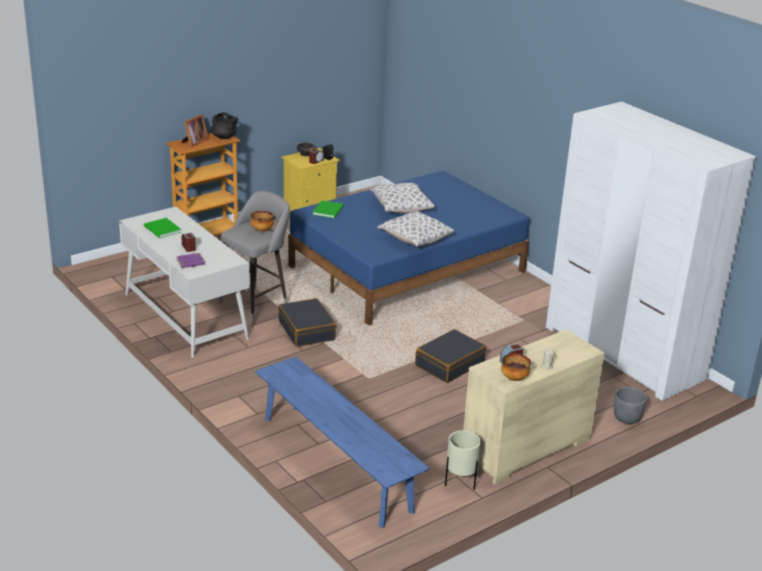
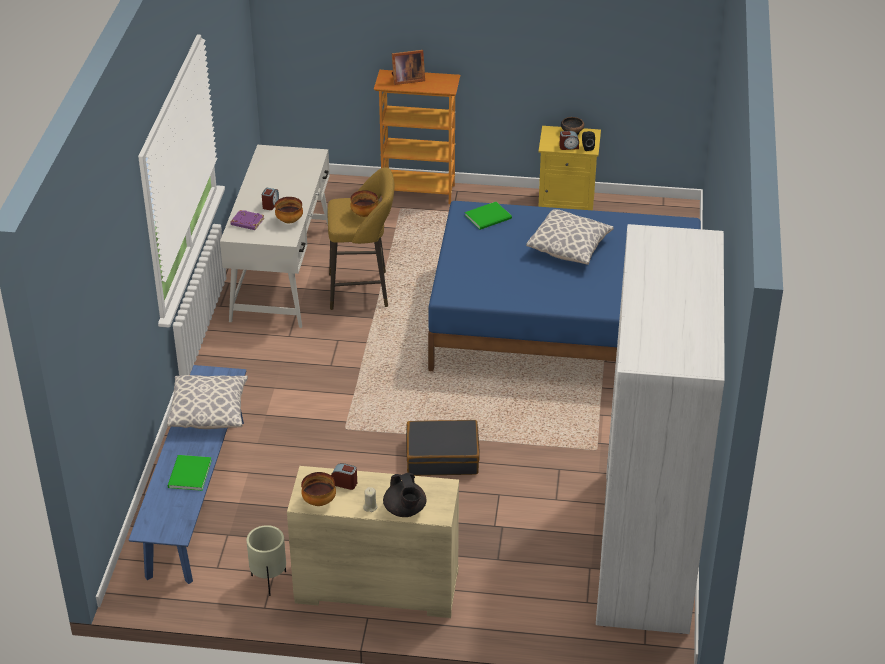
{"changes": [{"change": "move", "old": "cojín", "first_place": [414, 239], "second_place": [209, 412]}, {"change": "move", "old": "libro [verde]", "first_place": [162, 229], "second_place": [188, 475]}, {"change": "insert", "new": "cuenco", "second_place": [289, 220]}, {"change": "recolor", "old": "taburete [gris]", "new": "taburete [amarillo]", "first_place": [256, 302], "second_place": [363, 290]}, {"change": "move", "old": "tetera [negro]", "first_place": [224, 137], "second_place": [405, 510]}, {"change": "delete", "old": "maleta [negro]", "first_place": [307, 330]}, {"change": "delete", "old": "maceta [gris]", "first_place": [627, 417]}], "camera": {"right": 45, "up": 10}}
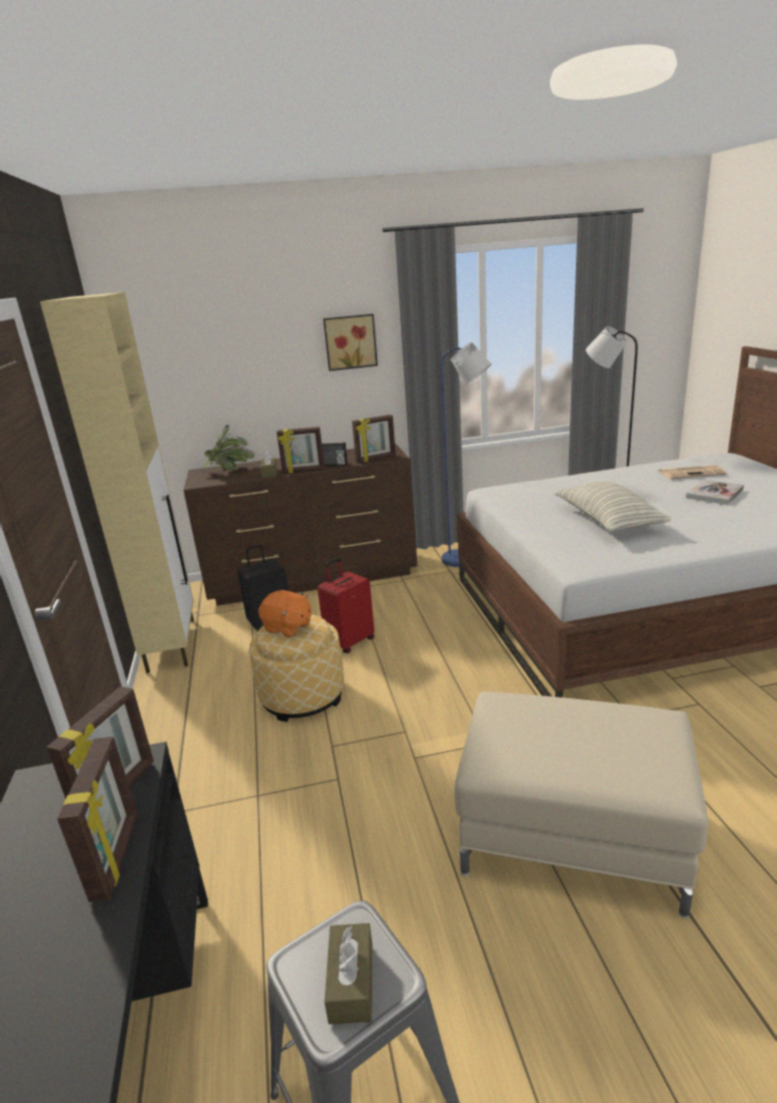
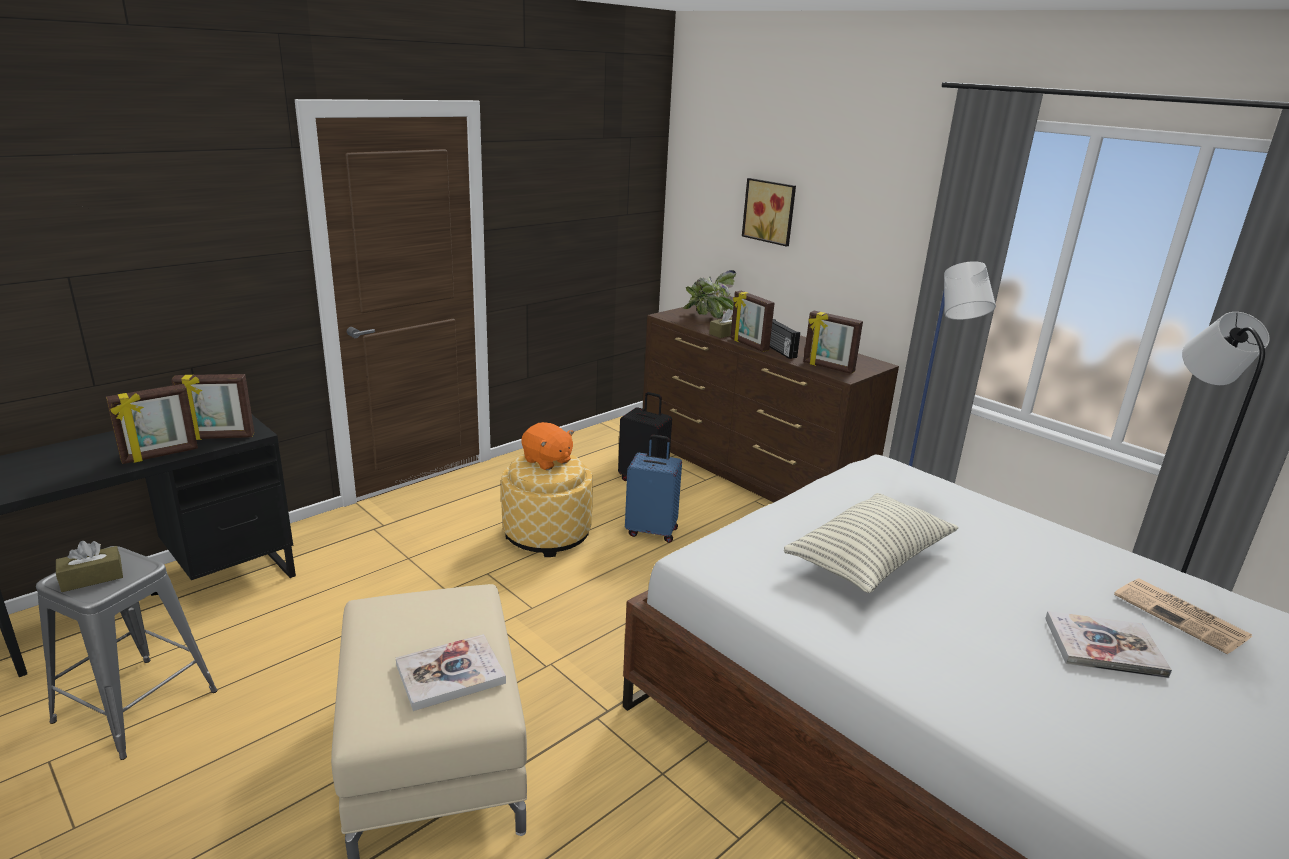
{"changes": [{"change": "insert", "new": "libro", "second_place": [450, 674]}, {"change": "rotate", "old": "peluche [naranja]", "first_place": [288, 628], "second_place": [547, 461], "degrees": -45}, {"change": "recolor", "old": "maleta [rojo]", "new": "maleta [azul]", "first_place": [350, 642], "second_place": [652, 531]}, {"change": "move", "old": "cuadro", "first_place": [350, 342], "second_place": [770, 211]}, {"change": "delete", "old": "armario [beis]", "first_place": [172, 644]}], "camera": {"right": 55, "up": 0}}
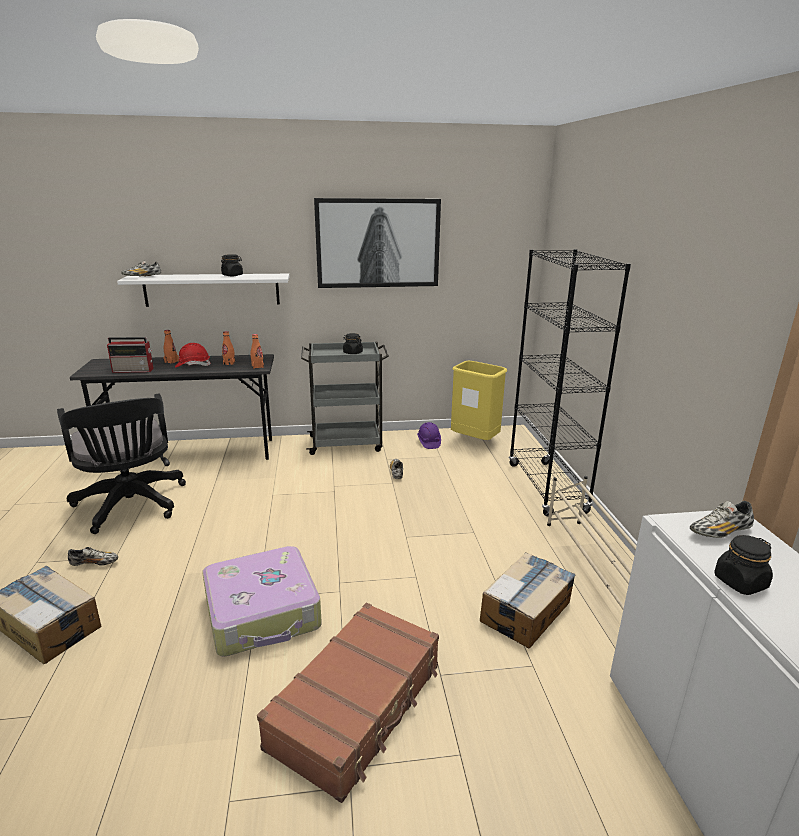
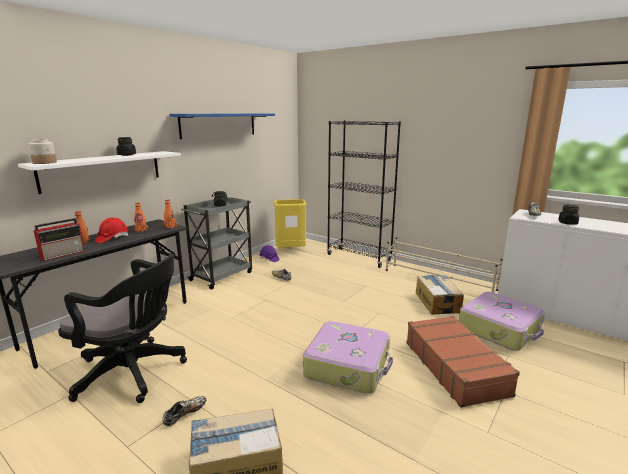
{"changes": [{"change": "replace", "old": "zapato", "new": "tarro", "first_place": [142, 277], "second_place": [45, 162]}, {"change": "replace", "old": "cuadro", "new": "estante [azul]", "first_place": [378, 243], "second_place": [219, 125]}, {"change": "insert", "new": "maleta", "second_place": [500, 329]}], "camera": {"right": -45, "up": -5}}
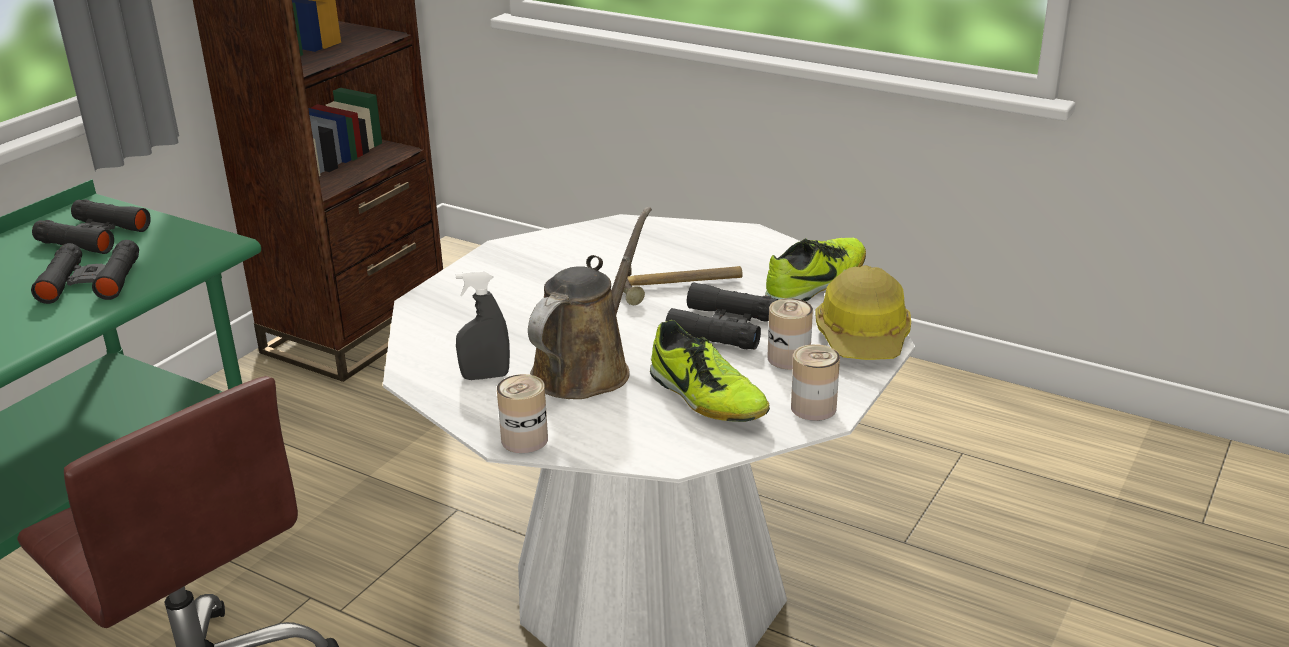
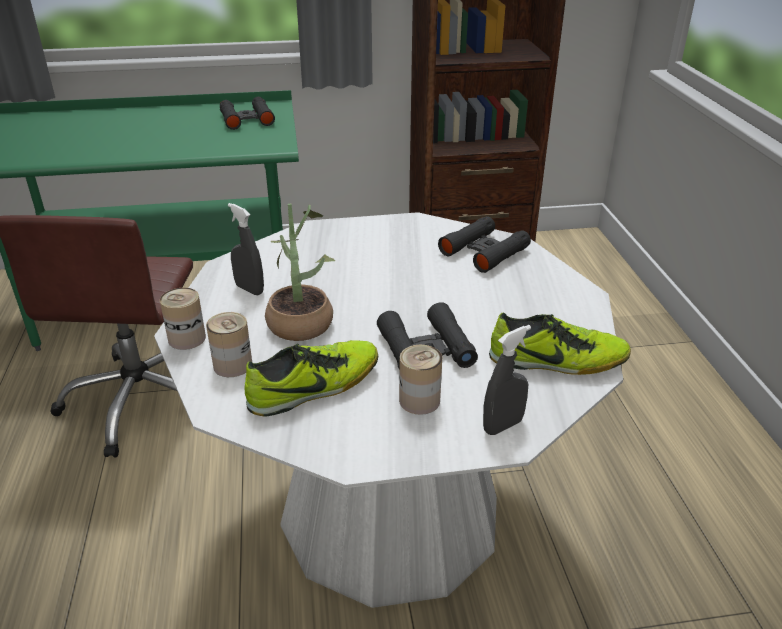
{"changes": [{"change": "move", "old": "lata", "first_place": [813, 408], "second_place": [232, 365]}, {"change": "rotate", "old": "zapato", "first_place": [706, 398], "second_place": [315, 388], "degrees": -135}, {"change": "replace", "old": "regadera [marrón]", "new": "planta en maceta", "first_place": [586, 368], "second_place": [301, 319]}, {"change": "move", "old": "prismáticos [negro]", "first_place": [91, 281], "second_place": [484, 251]}, {"change": "replace", "old": "casco", "new": "pulverizador [gris]", "first_place": [864, 337], "second_place": [503, 426]}, {"change": "delete", "old": "martillo", "first_place": [679, 287]}], "camera": {"right": 50, "up": 5}}
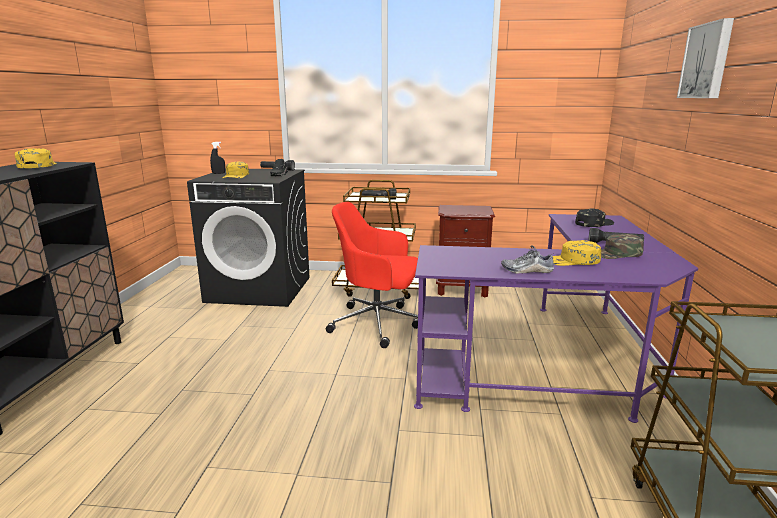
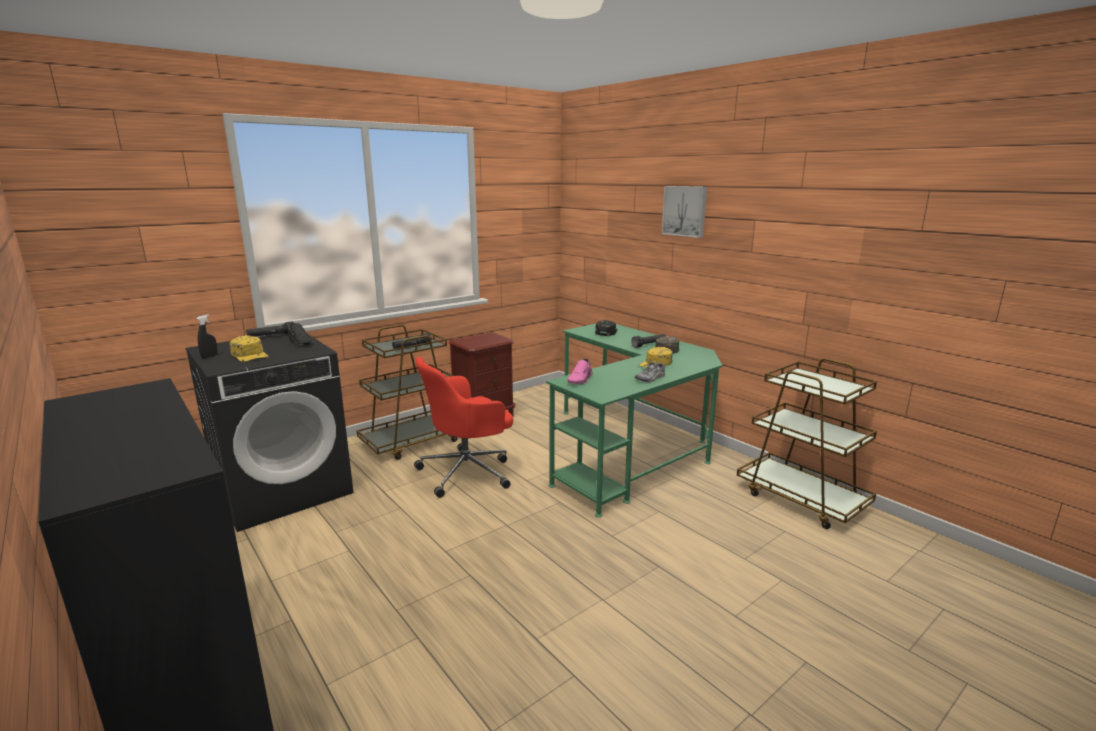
{"changes": [{"change": "recolor", "old": "escritorio [morado]", "new": "escritorio [verde]", "first_place": [558, 365], "second_place": [630, 448]}, {"change": "insert", "new": "zapato [rosa]", "second_place": [581, 380]}, {"change": "delete", "old": "gorra [amarillo]", "first_place": [37, 166]}], "camera": {"right": -45, "up": 0}}
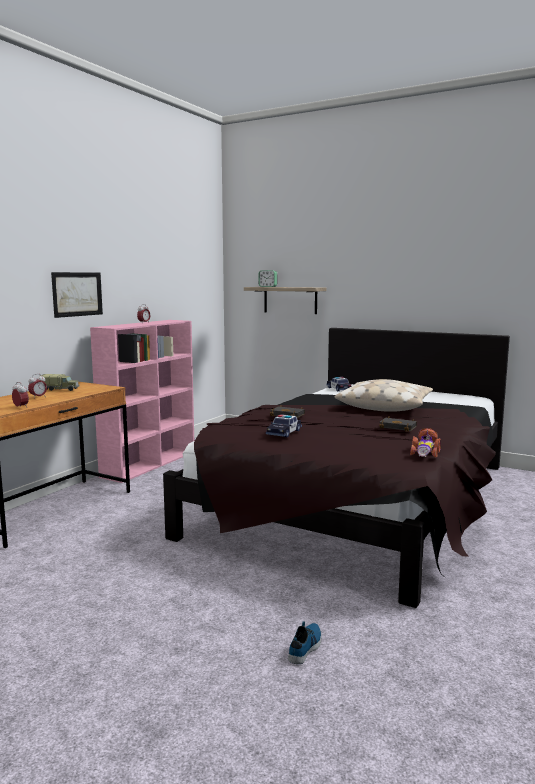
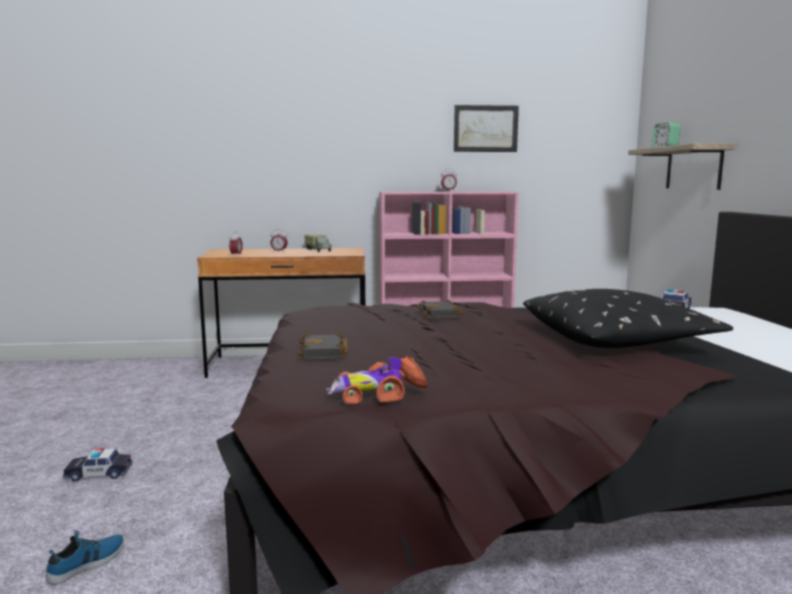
{"changes": [{"change": "rotate", "old": "zapato", "first_place": [306, 647], "second_place": [88, 563], "degrees": -45}, {"change": "move", "old": "coche de juguete", "first_place": [284, 432], "second_place": [99, 473]}, {"change": "move", "old": "libro [negro]", "first_place": [399, 427], "second_place": [325, 352]}, {"change": "move", "old": "cuadro", "first_place": [77, 294], "second_place": [485, 128]}, {"change": "recolor", "old": "cojín [beis]", "new": "cojín [negro]", "first_place": [385, 406], "second_place": [617, 338]}], "camera": {"right": 55, "up": 0}}
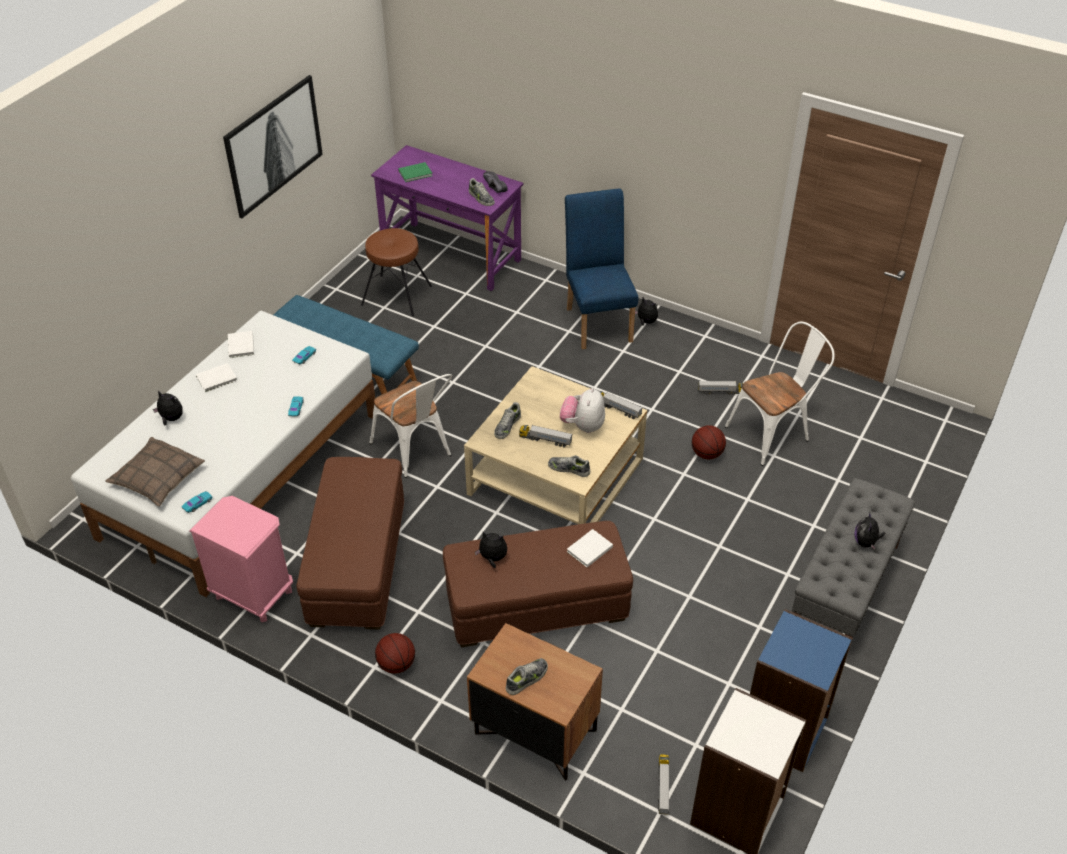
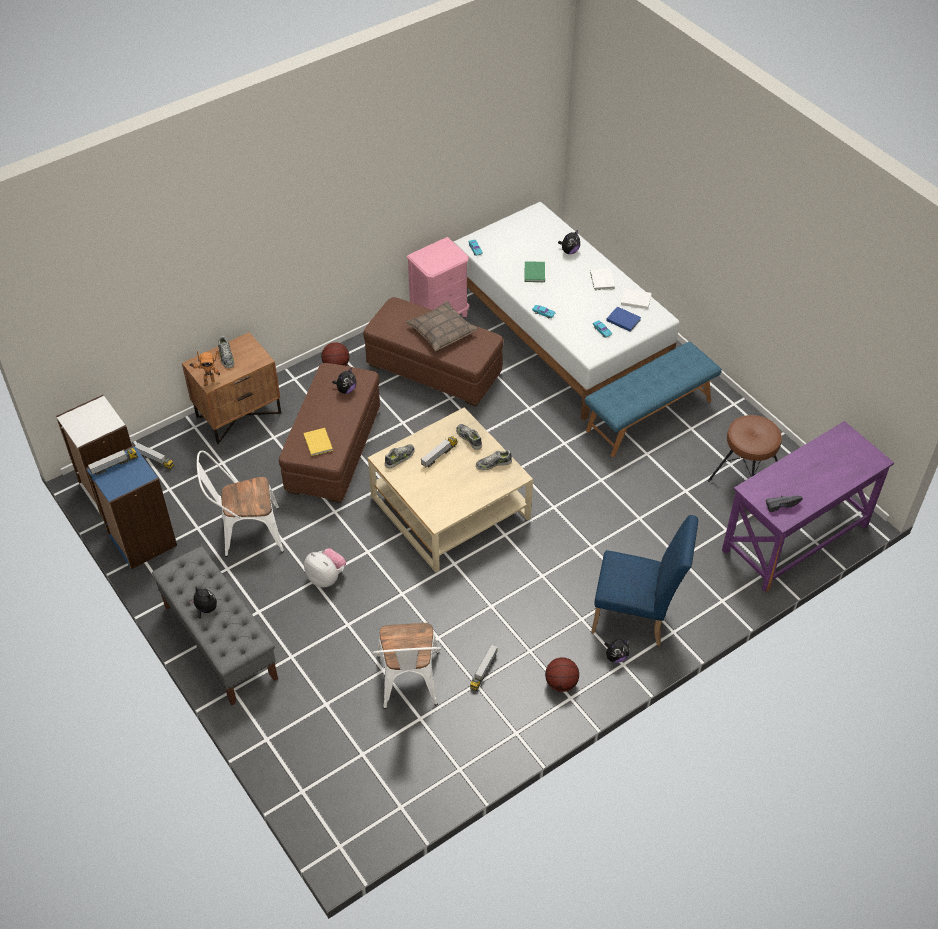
{"changes": [{"change": "move", "old": "camión de juguete", "first_place": [617, 409], "second_place": [114, 465]}, {"change": "insert", "new": "robot de juguete", "second_place": [208, 382]}, {"change": "move", "old": "silla [blanco]", "first_place": [415, 452], "second_place": [246, 534]}, {"change": "recolor", "old": "libro [blanco]", "new": "libro [amarillo]", "first_place": [588, 549], "second_place": [318, 442]}, {"change": "move", "old": "peluche", "first_place": [583, 426], "second_place": [326, 577]}, {"change": "move", "old": "cojín", "first_place": [157, 478], "second_place": [441, 331]}, {"change": "move", "old": "zapato", "first_place": [481, 198], "second_place": [493, 463]}, {"change": "move", "old": "libro [verde]", "first_place": [416, 173], "second_place": [534, 273]}, {"change": "move", "old": "balón de baloncesto", "first_place": [707, 454], "second_place": [561, 683]}, {"change": "insert", "new": "libro [azul]", "second_place": [623, 319]}, {"change": "delete", "old": "cuadro", "first_place": [274, 145]}], "camera": {"right": 115, "up": 5}}
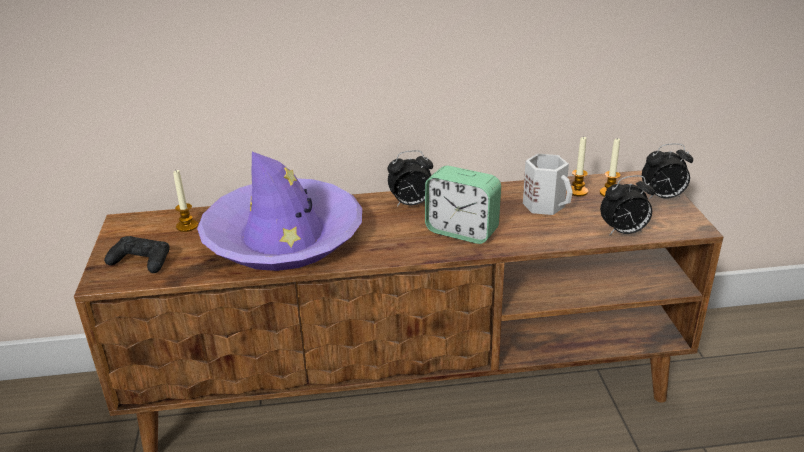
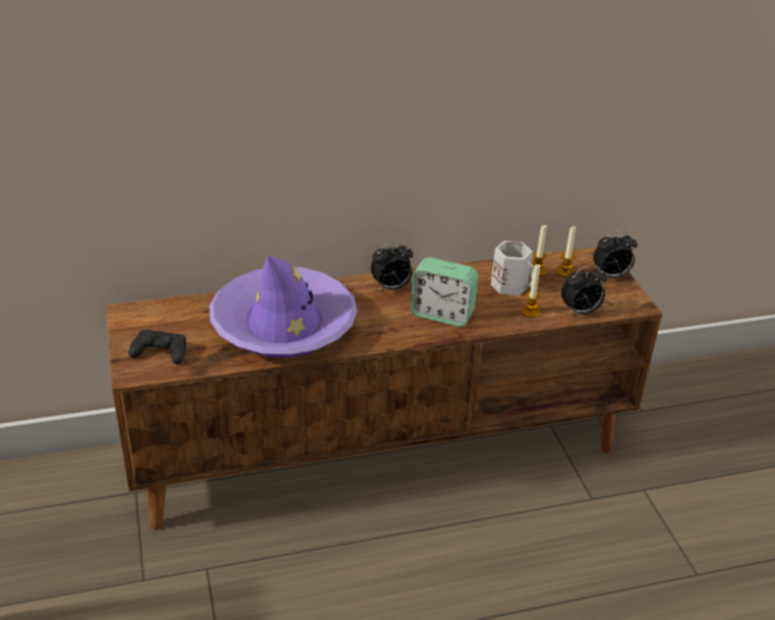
{"changes": [{"change": "move", "old": "vela", "first_place": [187, 226], "second_place": [530, 312]}], "camera": {"right": -10, "up": 5}}
